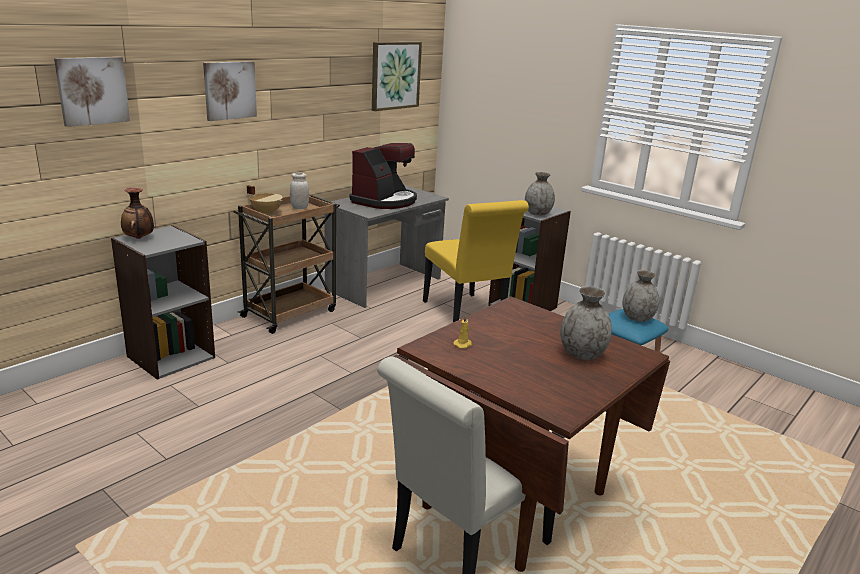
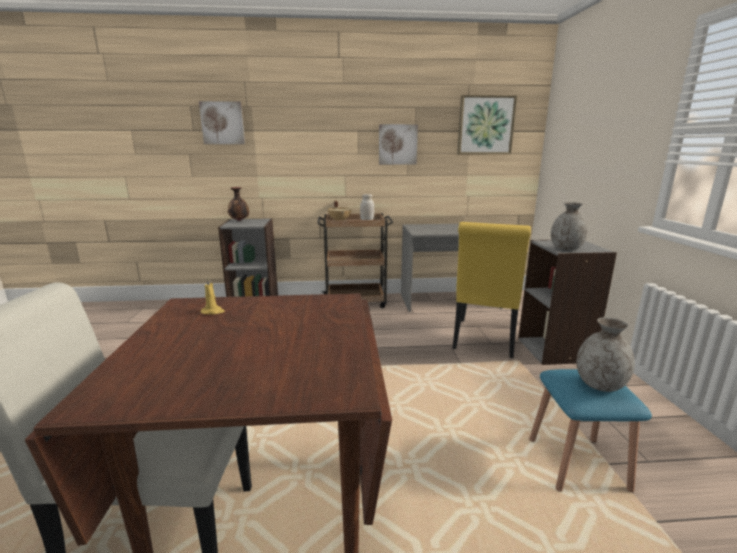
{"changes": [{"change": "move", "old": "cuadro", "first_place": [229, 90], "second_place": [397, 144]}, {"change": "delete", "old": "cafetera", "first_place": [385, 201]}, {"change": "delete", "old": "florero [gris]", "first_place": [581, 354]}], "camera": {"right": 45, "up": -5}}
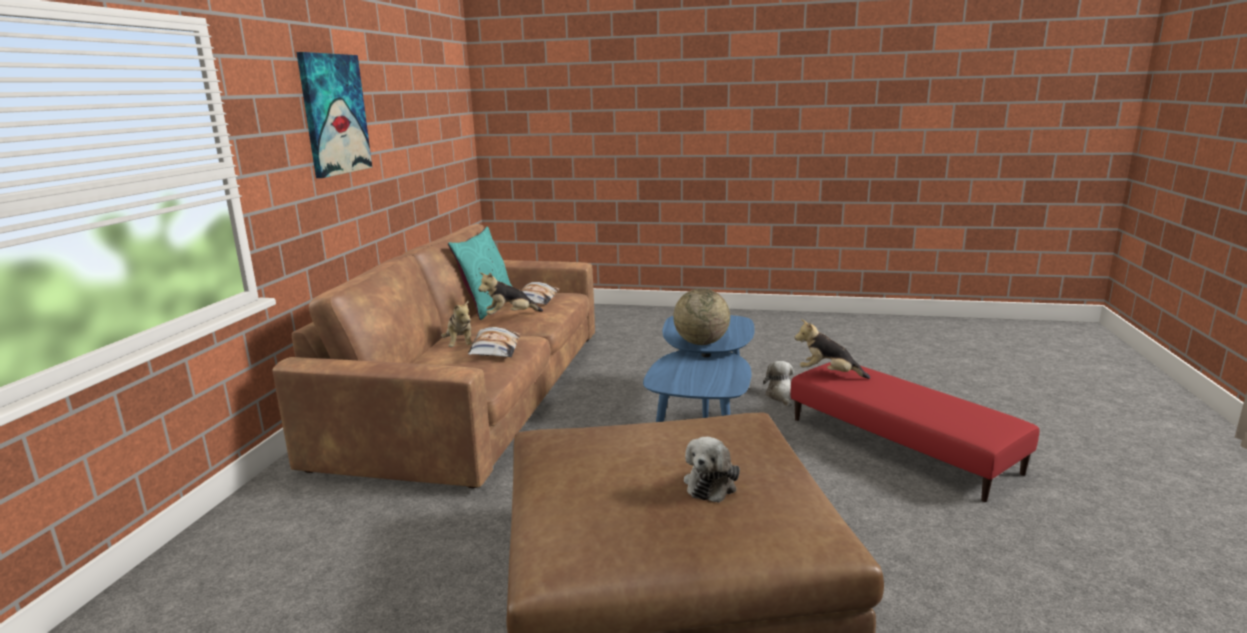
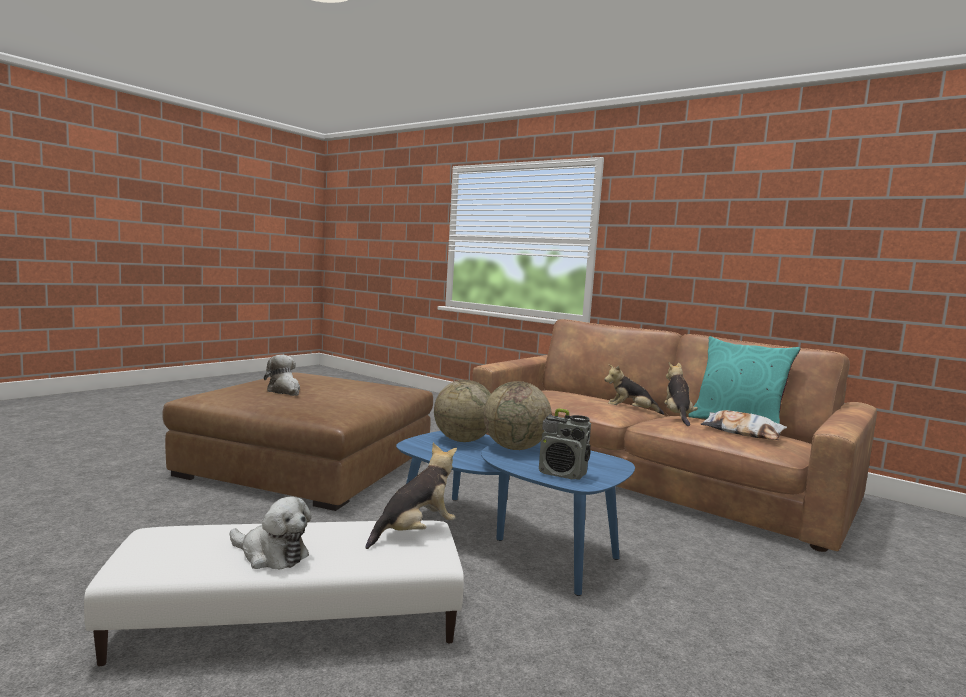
{"changes": [{"change": "recolor", "old": "puf [rojo]", "new": "puf [blanco]", "first_place": [901, 444], "second_place": [291, 620]}, {"change": "move", "old": "peluche", "first_place": [781, 396], "second_place": [271, 555]}, {"change": "insert", "new": "globo terráqueo", "second_place": [462, 440]}, {"change": "insert", "new": "radio", "second_place": [562, 474]}, {"change": "delete", "old": "cuadro", "first_place": [334, 114]}, {"change": "delete", "old": "cojín", "first_place": [494, 349]}], "camera": {"right": 115, "up": -10}}
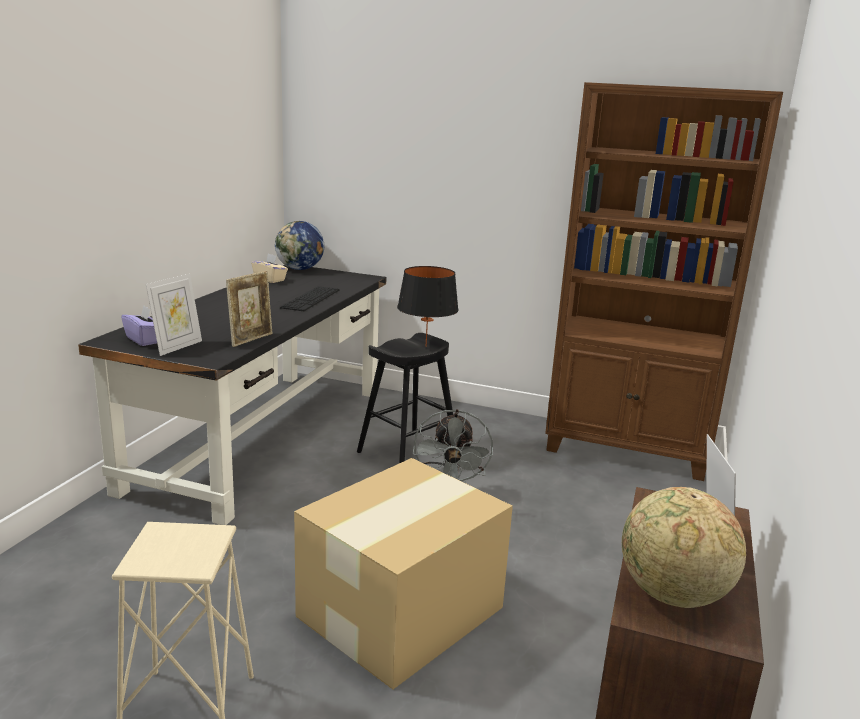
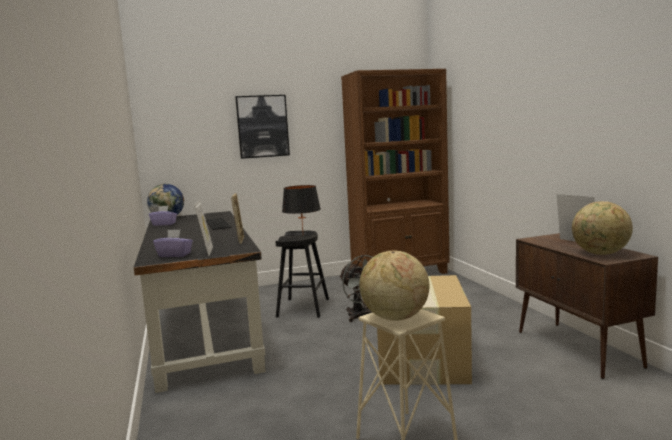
{"changes": [{"change": "recolor", "old": "caja de pañuelos [beis]", "new": "caja de pañuelos [morado]", "first_place": [270, 279], "second_place": [164, 224]}, {"change": "insert", "new": "cuadro", "second_place": [262, 126]}, {"change": "insert", "new": "globo terráqueo", "second_place": [394, 318]}], "camera": {"right": -35, "up": -10}}
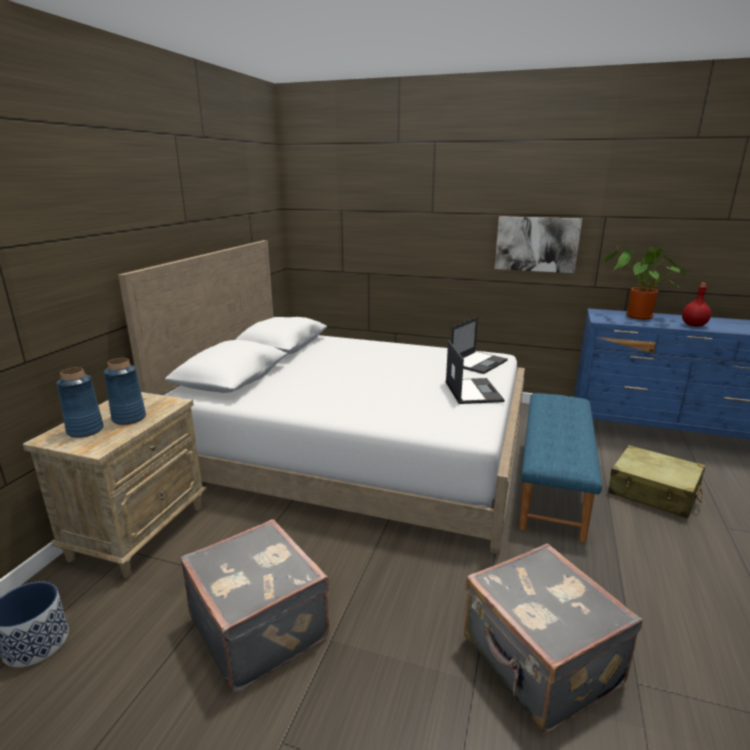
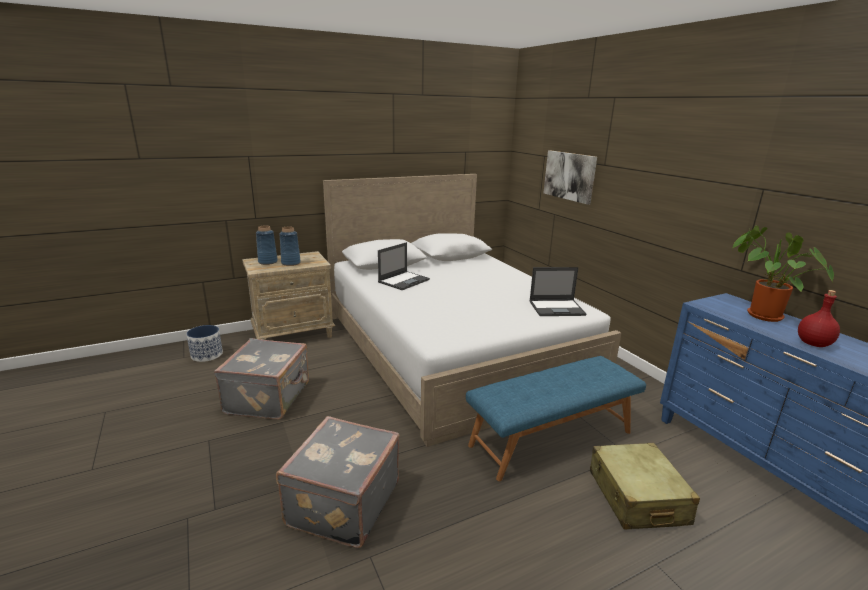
{"changes": [{"change": "move", "old": "portátil", "first_place": [472, 391], "second_place": [404, 280]}, {"change": "move", "old": "cuadro", "first_place": [536, 244], "second_place": [569, 176]}], "camera": {"right": 45, "up": 0}}
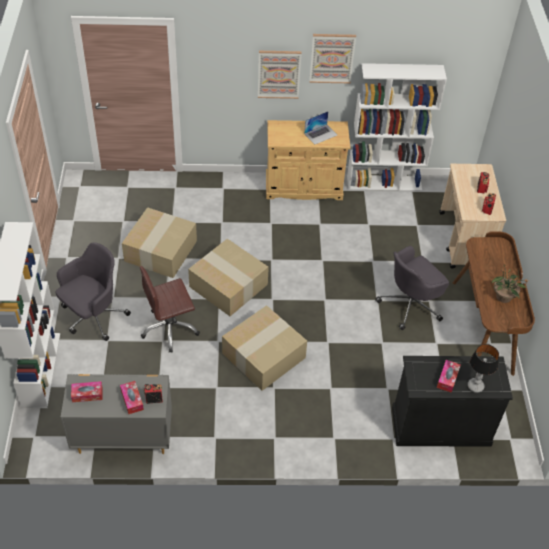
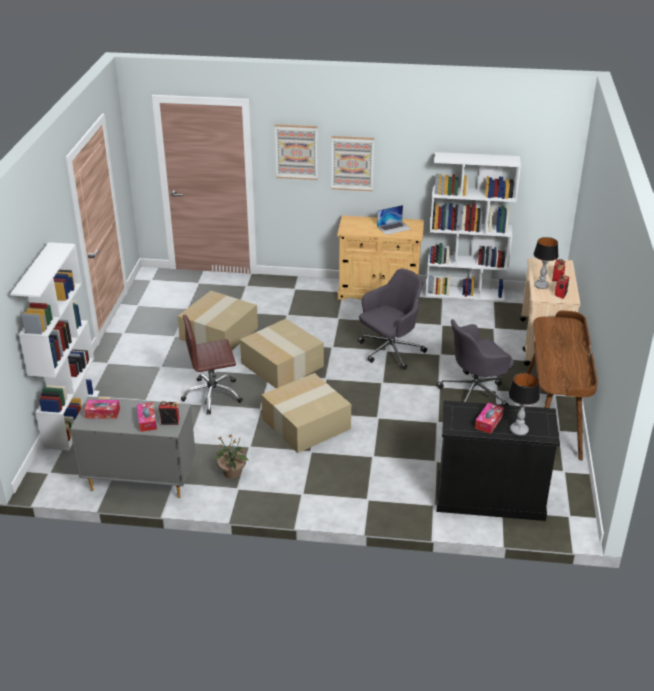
{"changes": [{"change": "move", "old": "planta en maceta", "first_place": [504, 297], "second_place": [232, 473]}, {"change": "move", "old": "cuadro", "first_place": [332, 58], "second_place": [296, 151]}, {"change": "move", "old": "silla de oficina [gris]", "first_place": [93, 316], "second_place": [389, 351]}, {"change": "insert", "new": "lámpara de mesa", "second_place": [541, 285]}], "camera": {"right": 10, "up": -15}}
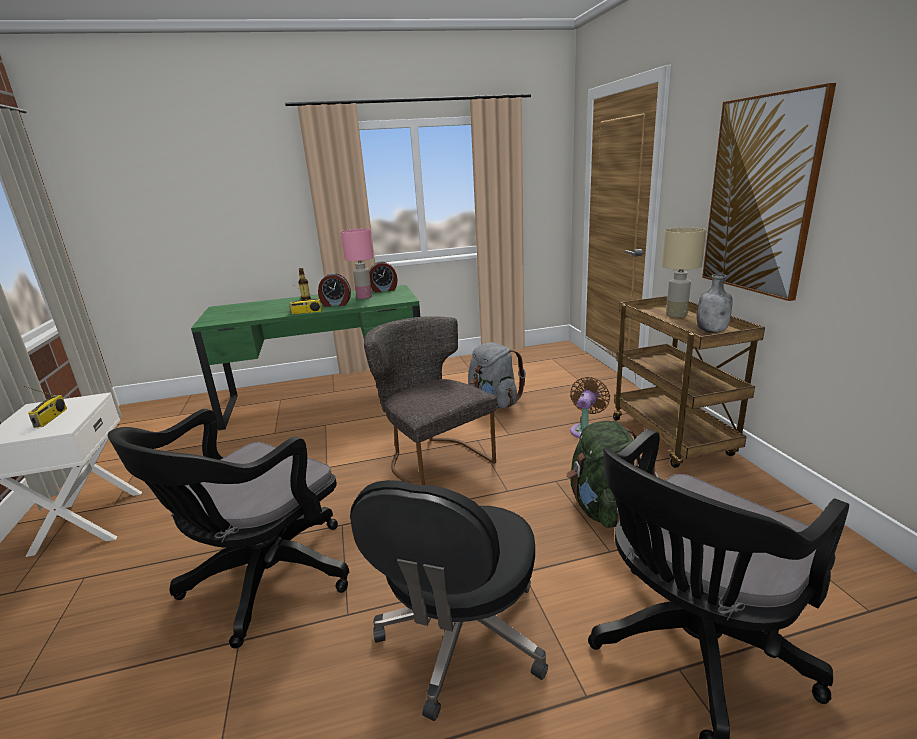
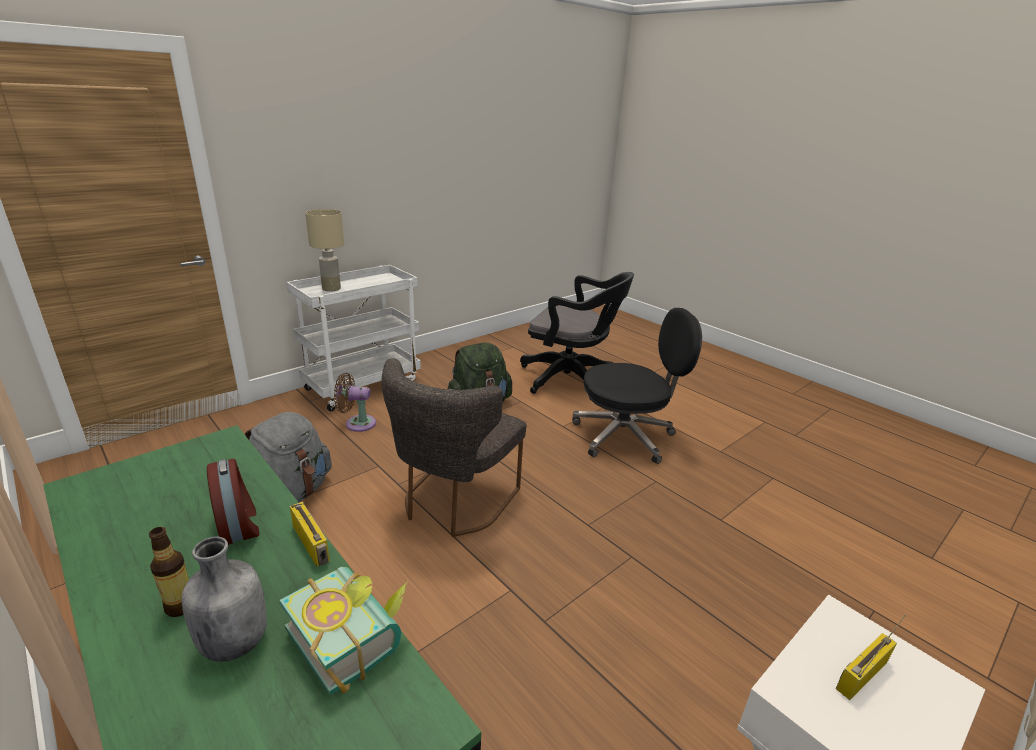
{"changes": [{"change": "move", "old": "botella [gris]", "first_place": [712, 331], "second_place": [235, 641]}, {"change": "insert", "new": "libro", "second_place": [354, 635]}, {"change": "recolor", "old": "carrito [marrón]", "new": "carrito [blanco]", "first_place": [673, 438], "second_place": [363, 385]}, {"change": "delete", "old": "silla de oficina [negro]", "first_place": [262, 581]}, {"change": "delete", "old": "lámpara de mesa [rosa]", "first_place": [364, 297]}, {"change": "delete", "old": "despertador", "first_place": [384, 290]}, {"change": "delete", "old": "cuadro", "first_place": [760, 196]}], "camera": {"right": -120, "up": 5}}
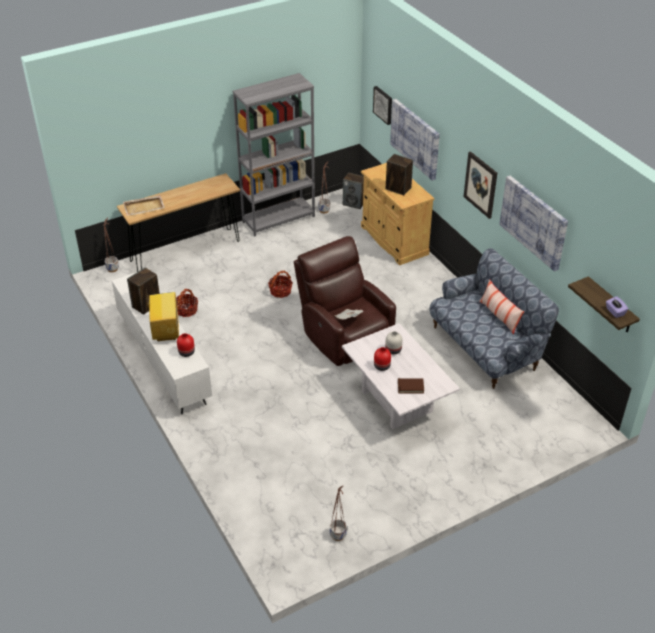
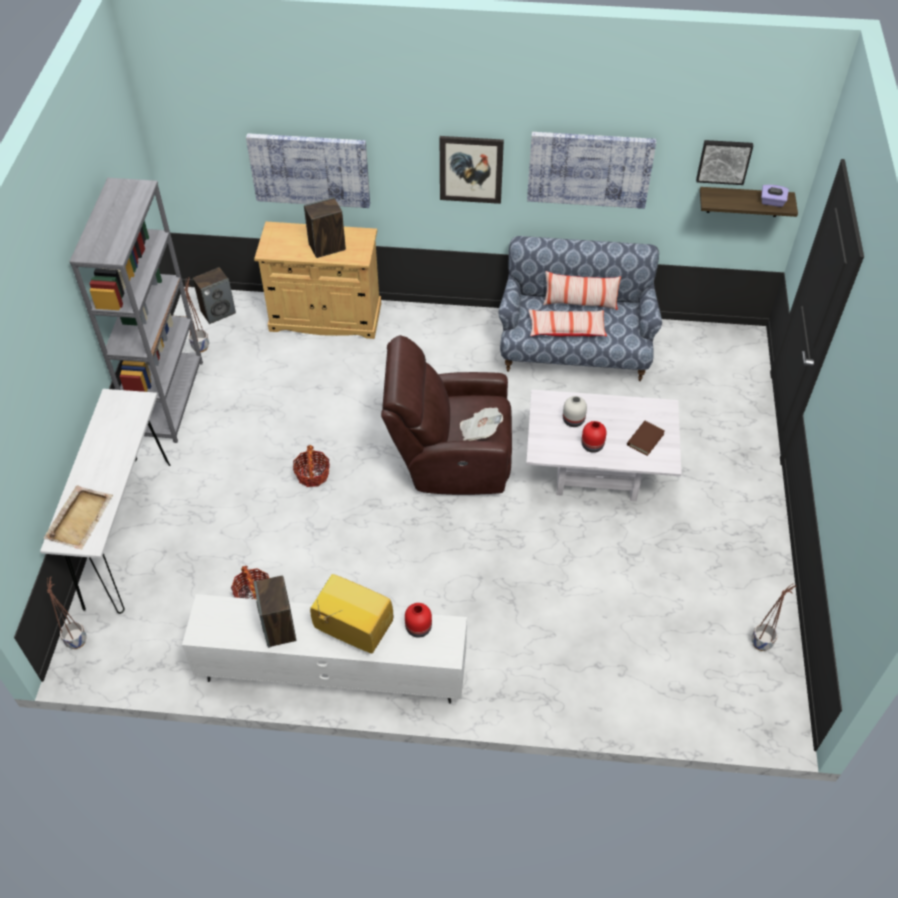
{"changes": [{"change": "recolor", "old": "mesa consola [marrón]", "new": "mesa consola [blanco]", "first_place": [185, 251], "second_place": [128, 533]}, {"change": "insert", "new": "cojín", "second_place": [566, 329]}, {"change": "move", "old": "cuadro", "first_place": [383, 105], "second_place": [724, 161]}], "camera": {"right": -55, "up": 10}}
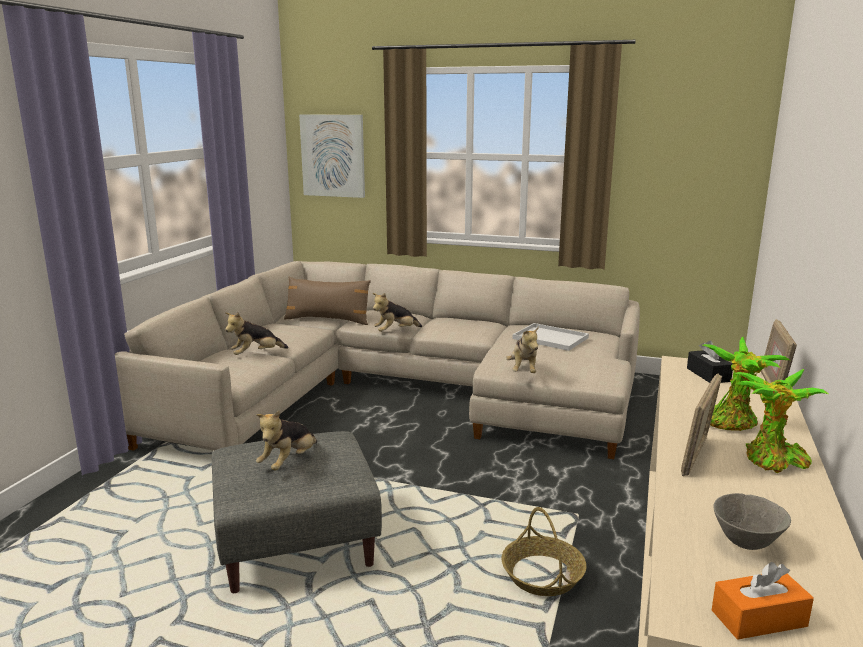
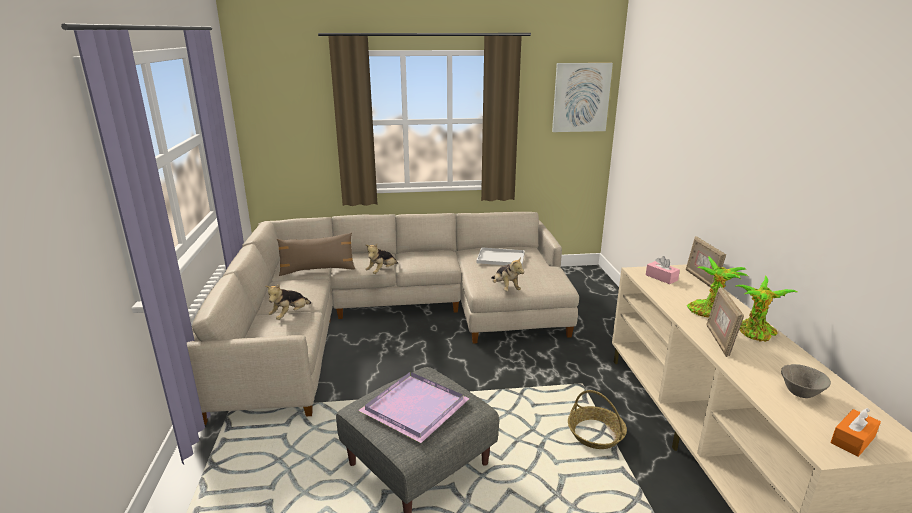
{"changes": [{"change": "replace", "old": "peluche", "new": "bandeja [morado]", "first_place": [289, 462], "second_place": [414, 406]}, {"change": "move", "old": "cuadro", "first_place": [333, 155], "second_place": [581, 97]}, {"change": "recolor", "old": "caja de pañuelos [negro]", "new": "caja de pañuelos [rosa]", "first_place": [708, 375], "second_place": [661, 277]}], "camera": {"right": -25, "up": 5}}
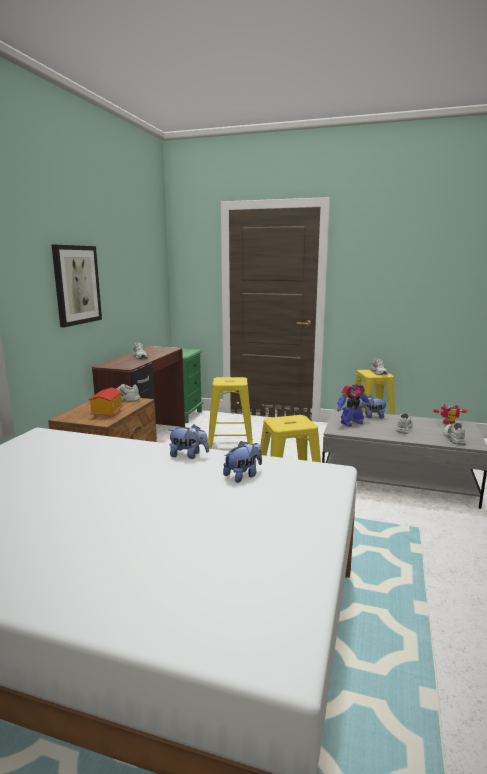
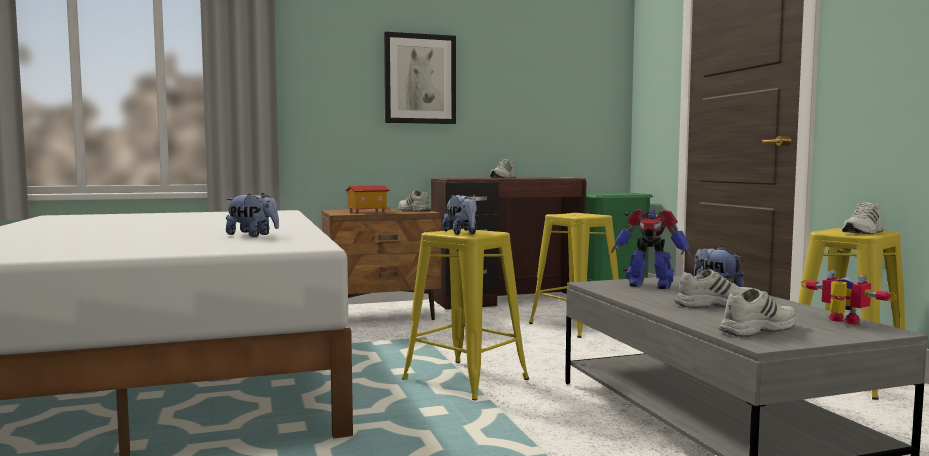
{"changes": [{"change": "move", "old": "peluche", "first_place": [188, 455], "second_place": [462, 233]}], "camera": {"right": 55, "up": -10}}
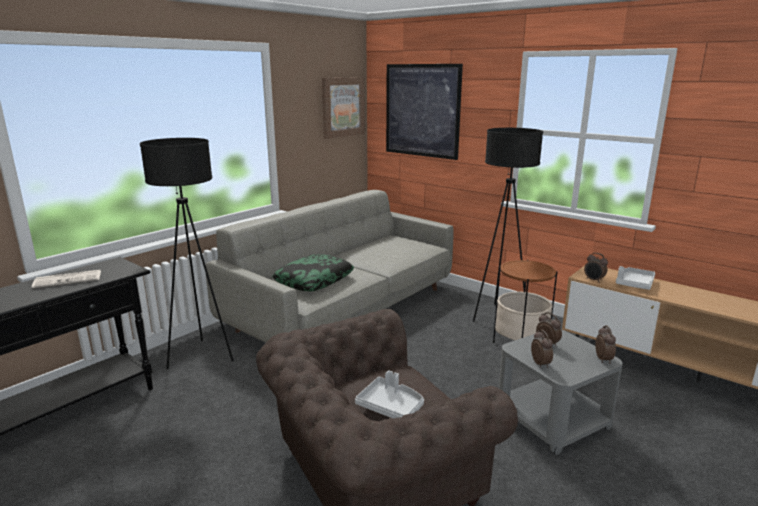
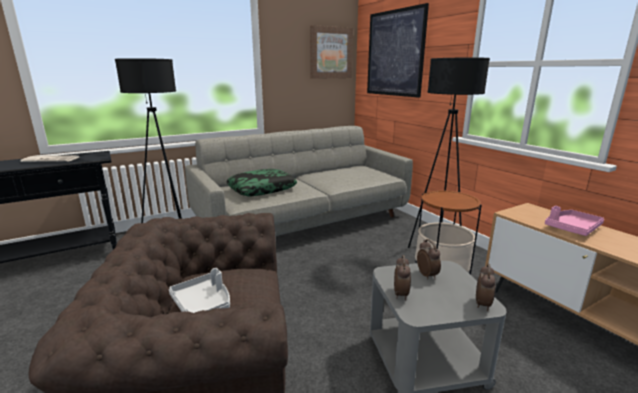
{"changes": [{"change": "recolor", "old": "bandeja [gris]", "new": "bandeja [rosa]", "first_place": [634, 284], "second_place": [572, 228]}, {"change": "delete", "old": "despertador", "first_place": [594, 280]}], "camera": {"right": 20, "up": 0}}
